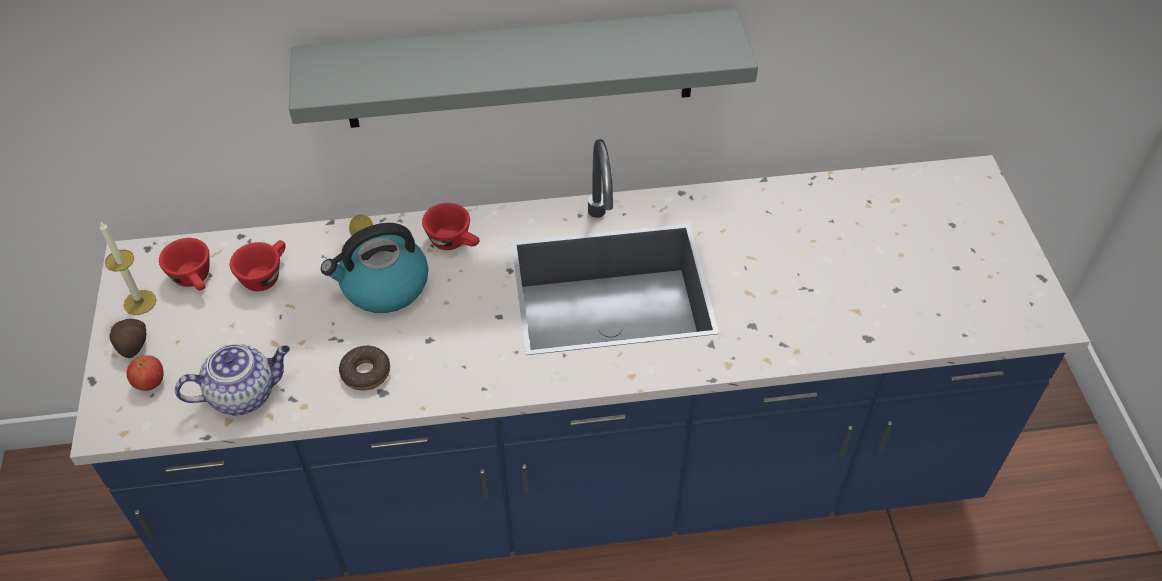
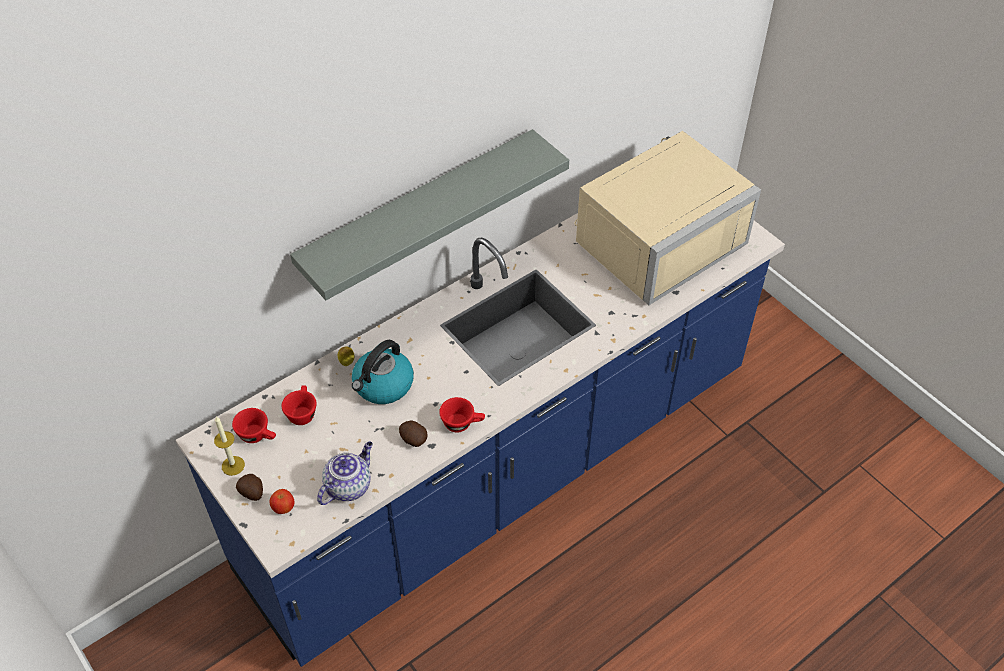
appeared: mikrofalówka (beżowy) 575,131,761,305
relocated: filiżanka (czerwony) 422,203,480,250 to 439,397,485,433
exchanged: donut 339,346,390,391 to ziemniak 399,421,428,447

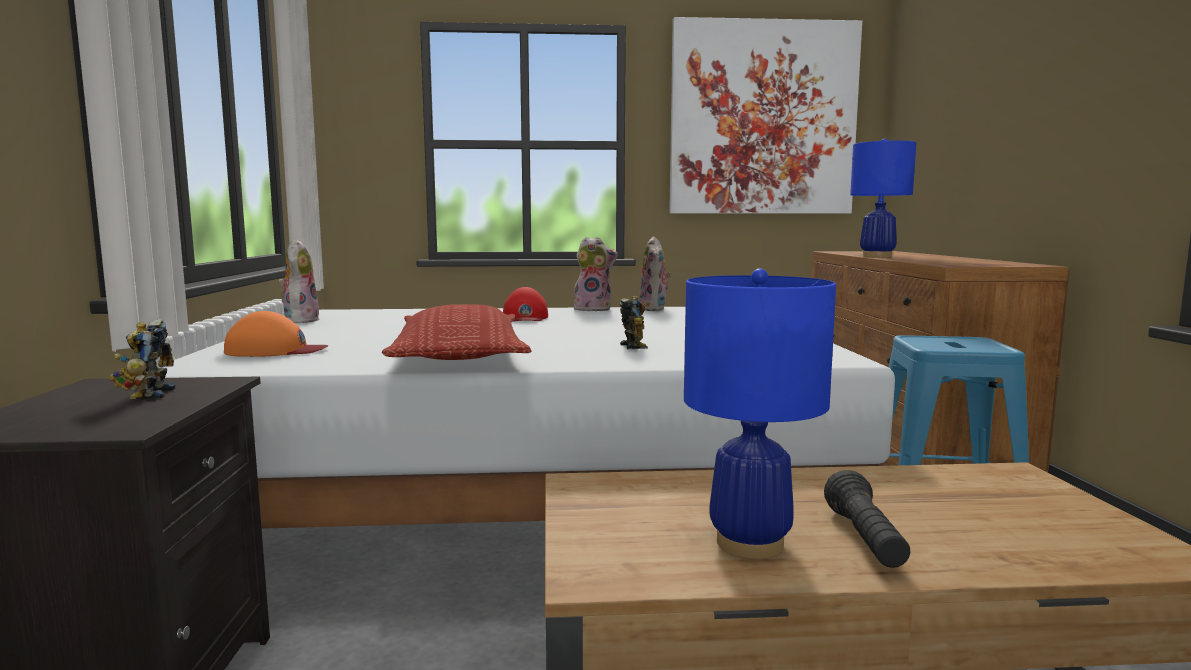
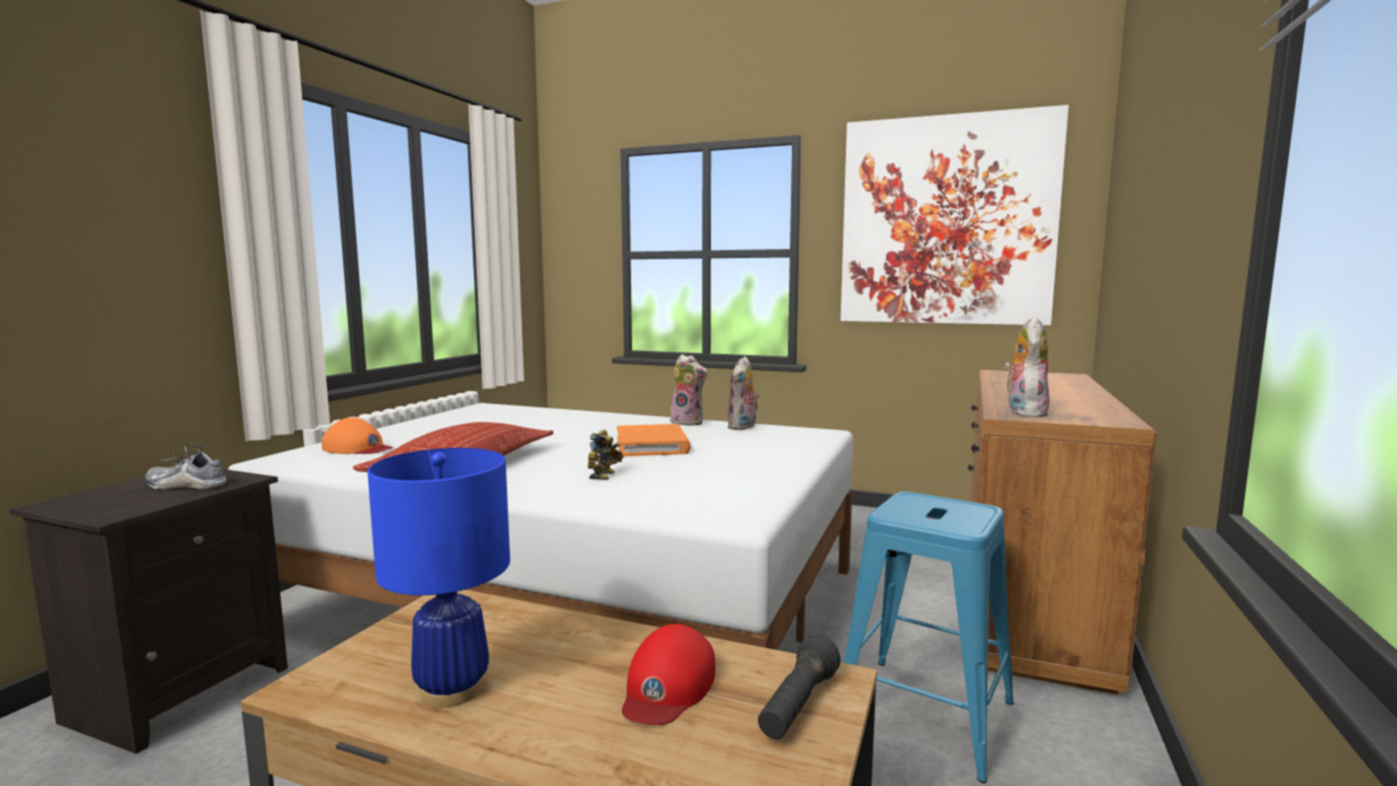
missing: lampa stołowa (niebieski) 850,138,916,257
appeared: książka (pomarańczowy) 617,424,691,456
relocated: pluszak 278,239,319,323 to 1004,316,1050,418; czapka z daszkiem (czerwony) 503,287,548,322 to 622,624,715,725; latarka (czarny) 824,470,910,568 to 758,634,841,739
exchanged: robot zabawkowy 110,319,175,399 to but 145,444,227,489

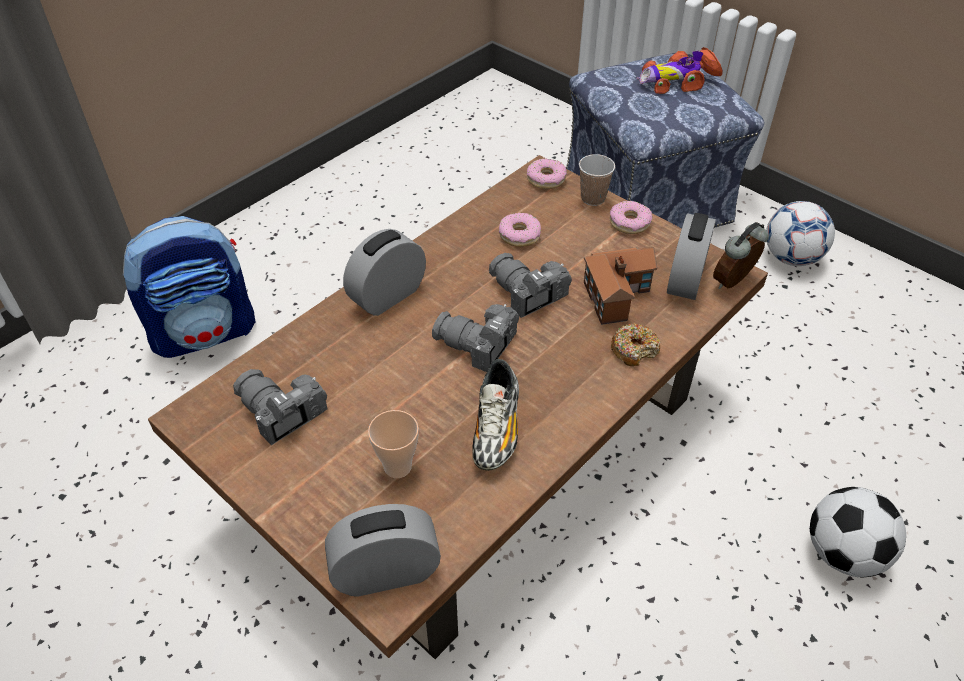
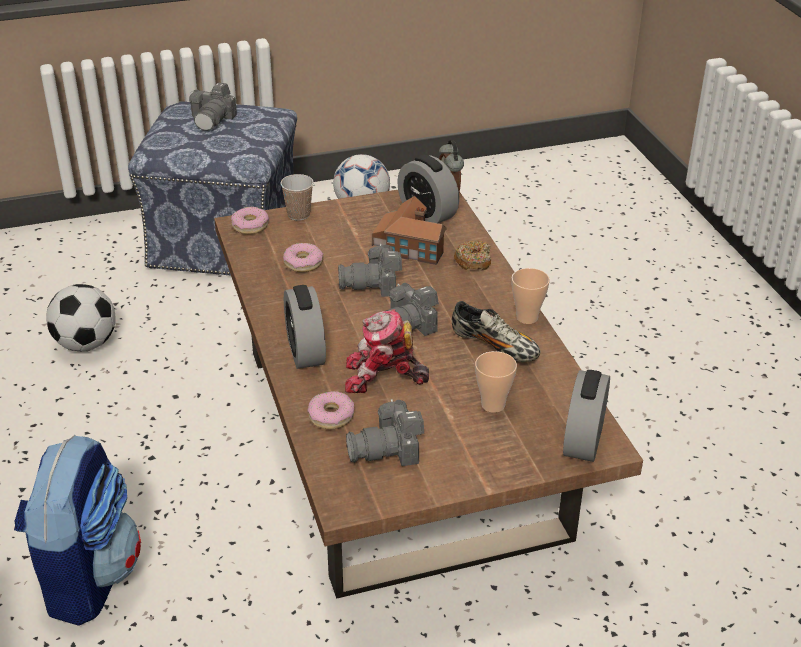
appeared: filiżanka 511,268,550,324; robot zabawkowy 345,309,429,393
relocated: donut 610,201,653,234 to 307,391,354,429; piłka futbolowa 810,487,906,577 to 46,284,116,351
exchanged: samochodzik 637,47,723,94 to aparat fotograficzny 189,83,237,131

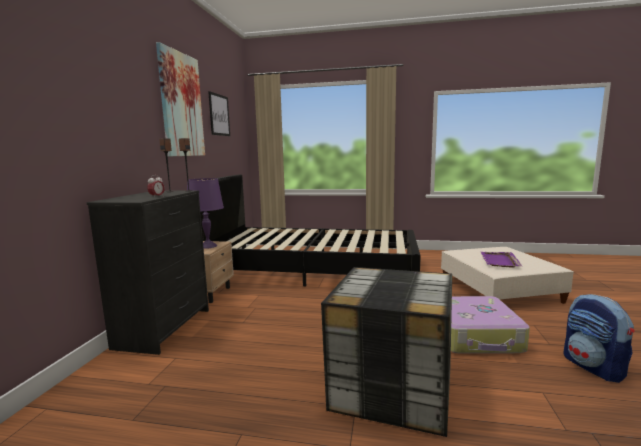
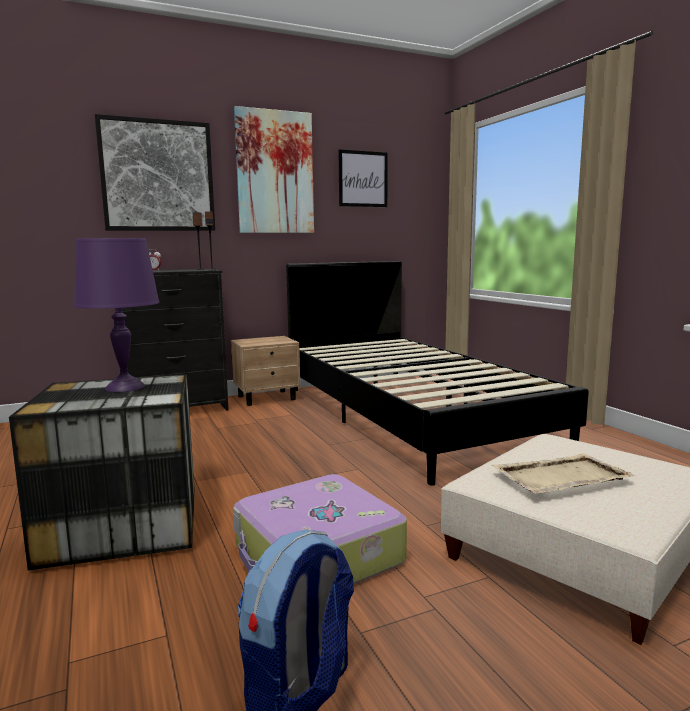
appeared: obraz 95,114,215,231
relocated: lampa stołowa (fioletowy) 187,178,224,249 to 74,238,160,392
colour: taca (fioletowy) 481,252,522,267 to taca (beżowy) 491,453,635,494

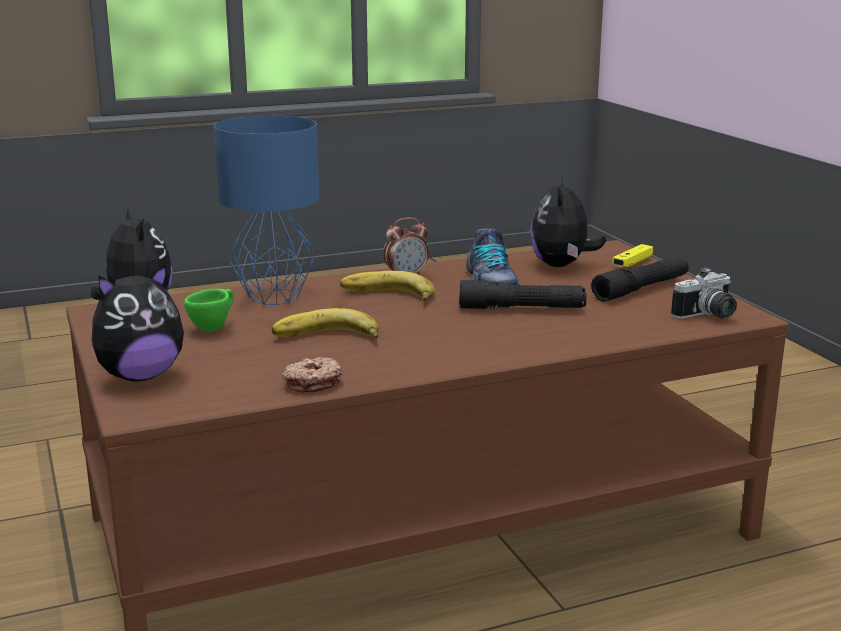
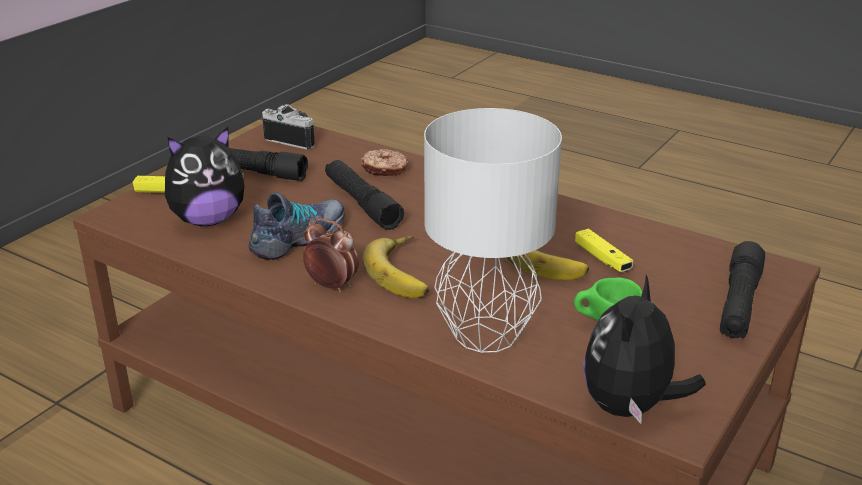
appeared: pad do gier (żółty) 575,229,633,272
relocated: donut 282,357,343,393 to 361,149,408,176
exchanged: pluszak 92,264,184,381 to latarka (czarny) 720,241,765,339
colour: lampa stołowa (niebieski) 214,116,319,305 to lampa stołowa (szary) 424,108,562,353

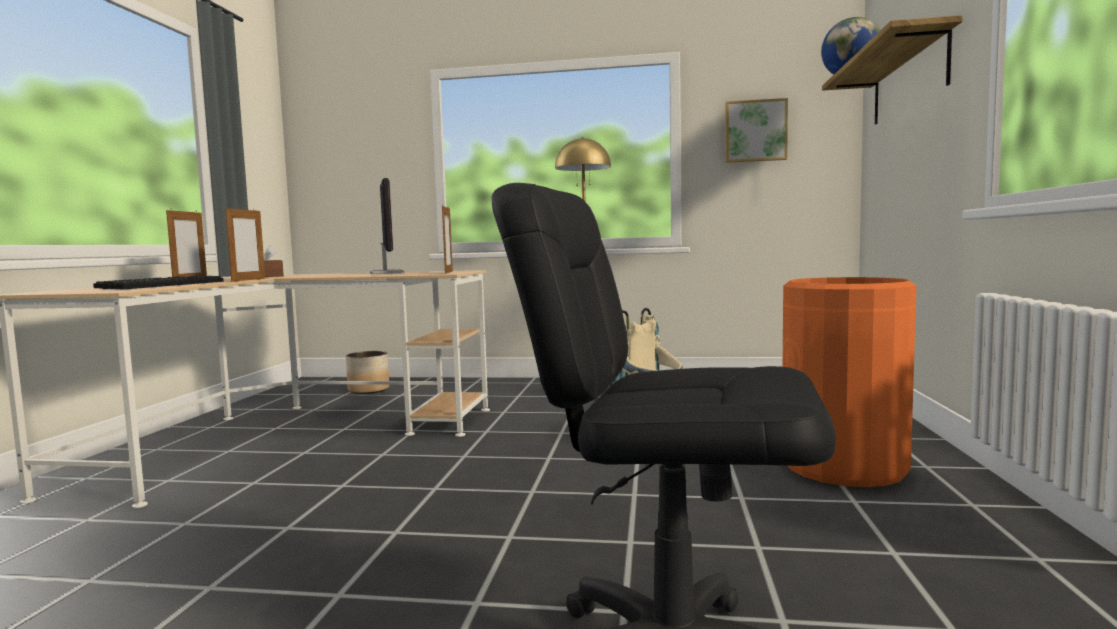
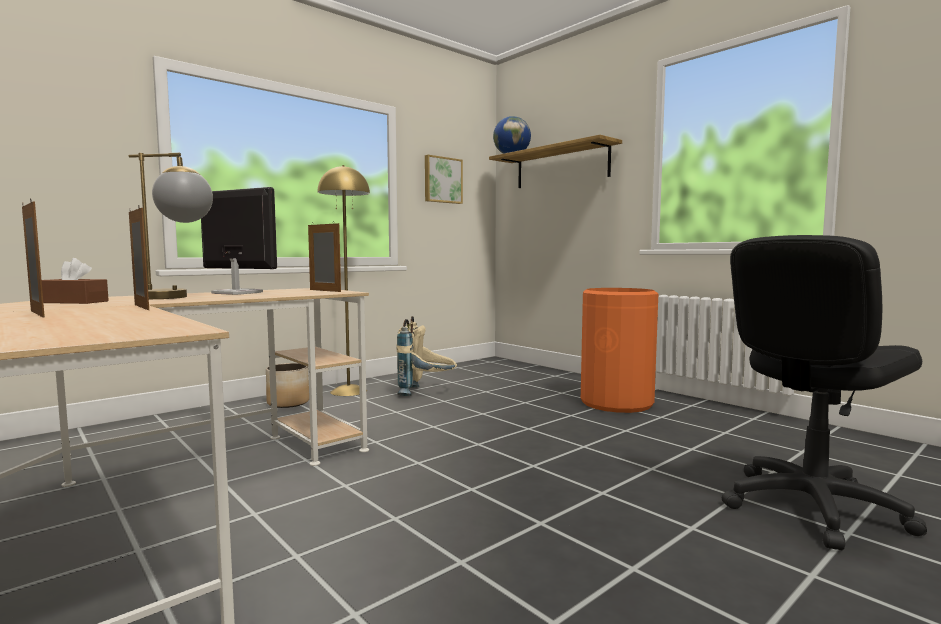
missing: klawiatura 93,275,223,289
appeared: lampa stołowa 128,153,213,299
relocated: donica 346,351,389,394 to 266,363,309,408

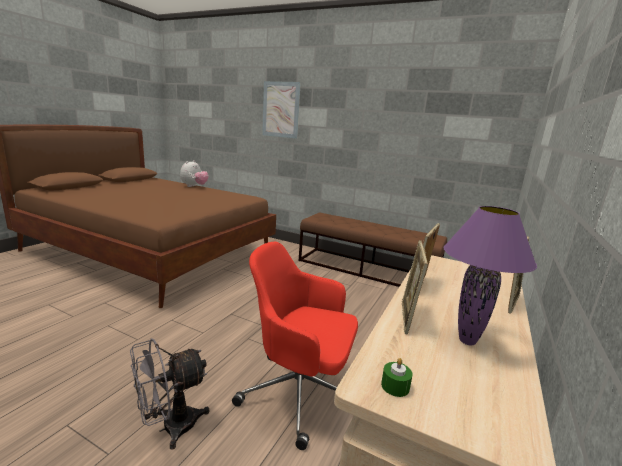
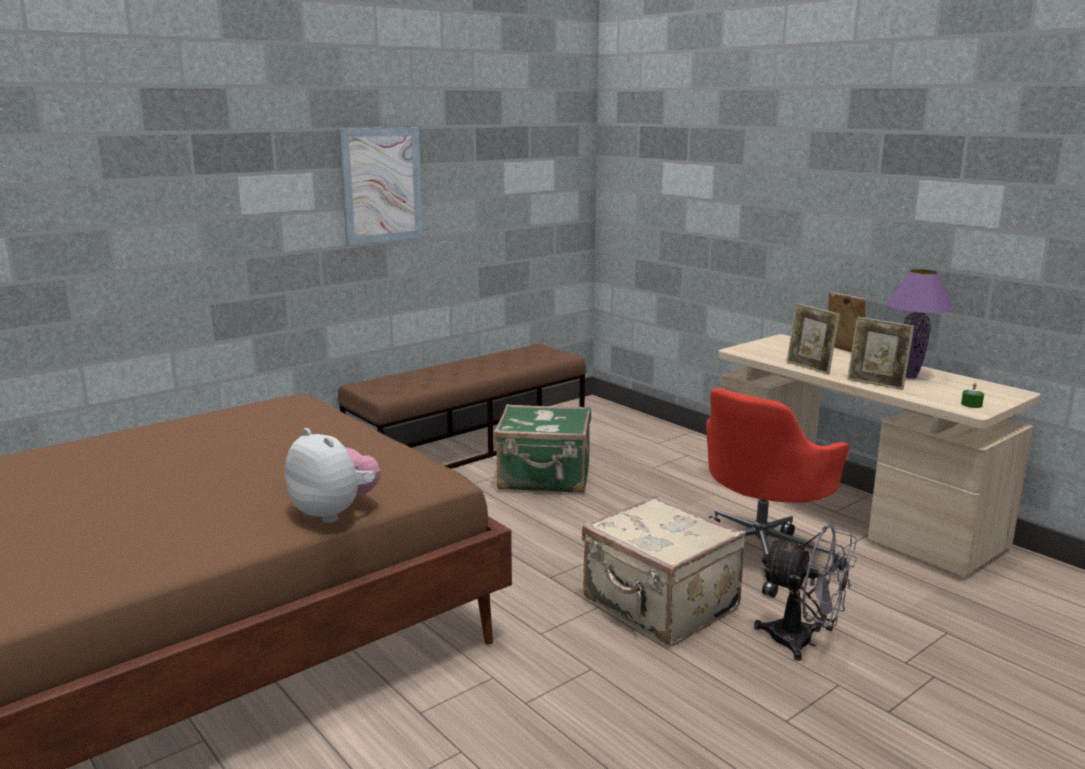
appeared: walizka (zielony) 494,404,591,493; walizka (beżowy) 582,495,746,646
relocated: obraz 262,81,301,139 to 339,127,423,246; pluszak 180,160,209,187 to 285,428,381,523
spun: wentylator (szary) 130,338,209,450 = 754,525,857,661 45 degrees counterclockwise

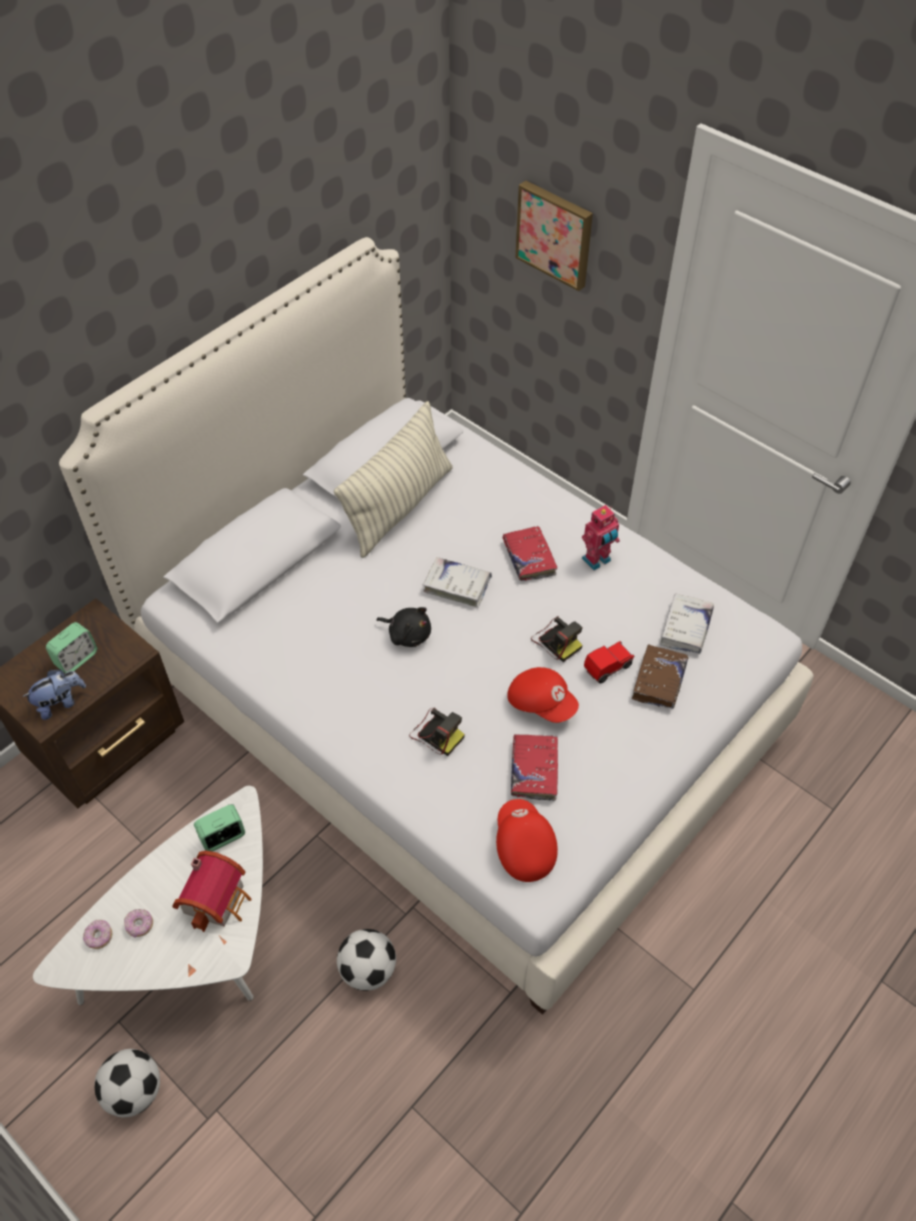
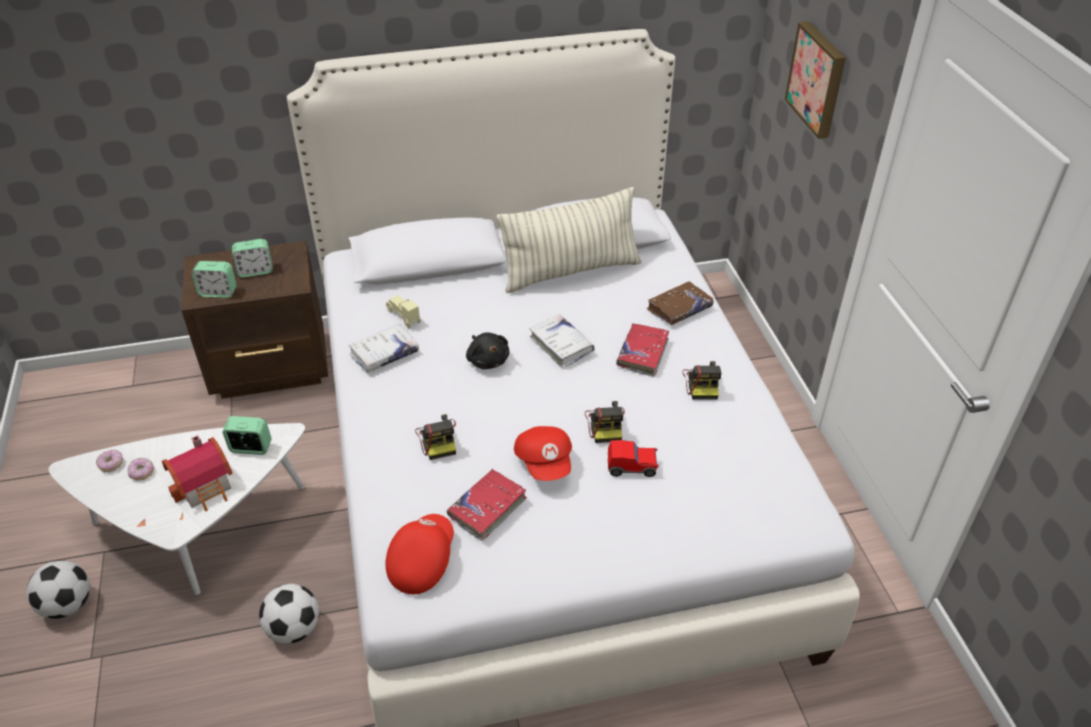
appeared: samochodzik (beżowy) 386,295,421,328
relocated: książka (biały) 660,593,714,654 to 349,325,419,372; książka (brązowy) 632,645,688,709 to 647,281,713,325
exchanged: robot zabawkowy 582,505,620,570 to aparat fotograficzny 683,361,721,400; pluszak 22,669,86,720 to budzik 192,261,237,298

